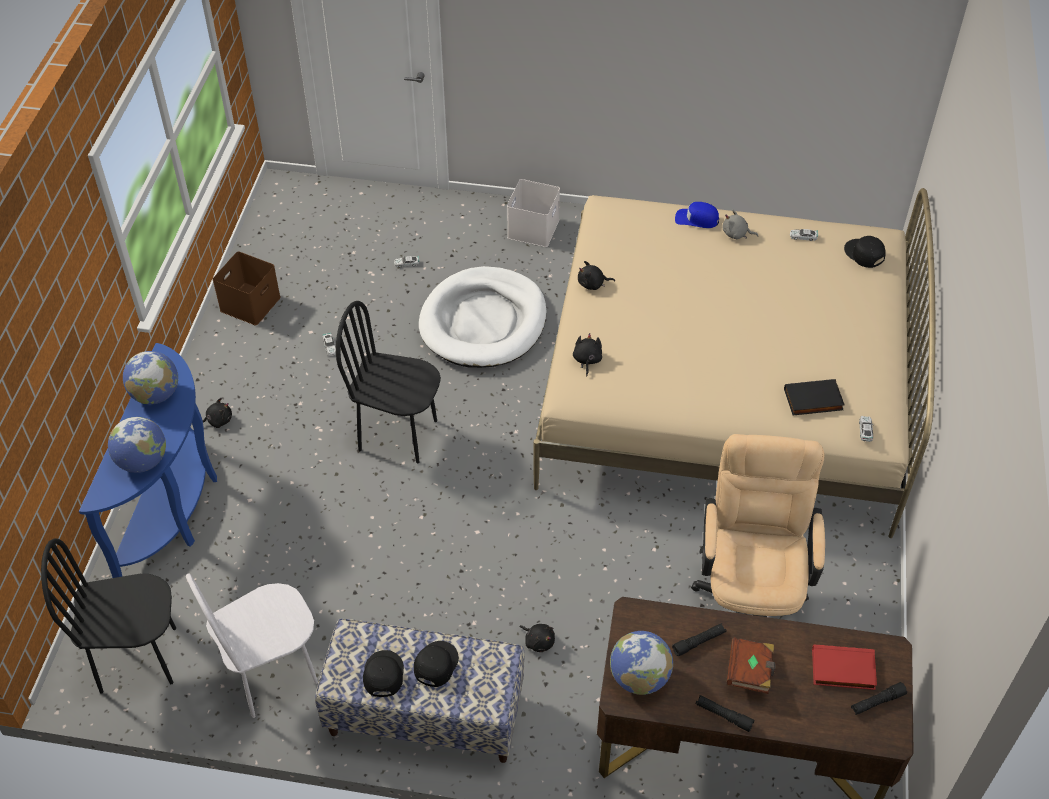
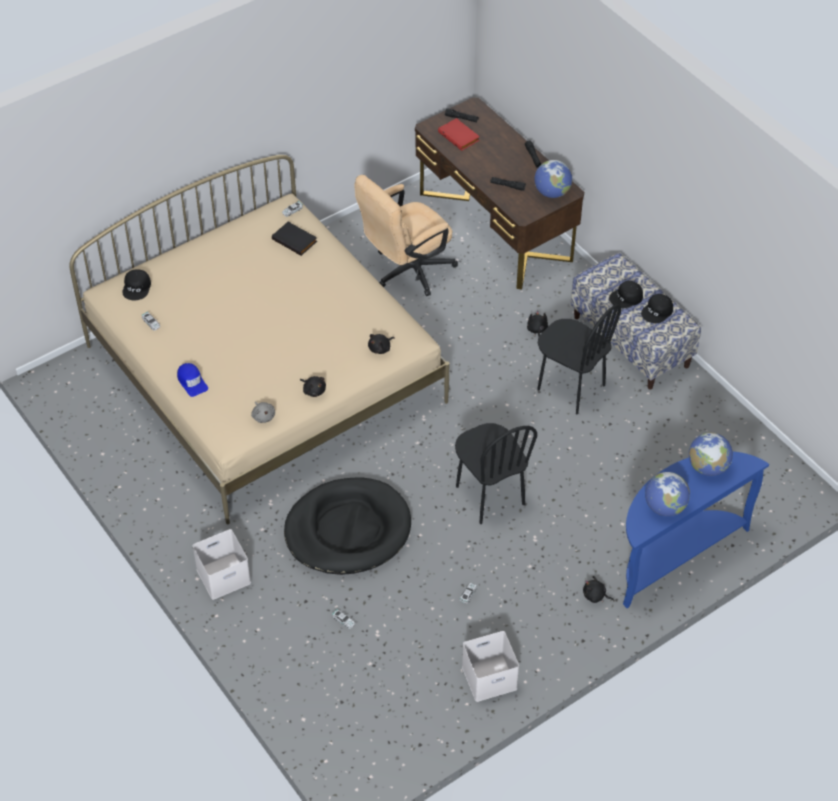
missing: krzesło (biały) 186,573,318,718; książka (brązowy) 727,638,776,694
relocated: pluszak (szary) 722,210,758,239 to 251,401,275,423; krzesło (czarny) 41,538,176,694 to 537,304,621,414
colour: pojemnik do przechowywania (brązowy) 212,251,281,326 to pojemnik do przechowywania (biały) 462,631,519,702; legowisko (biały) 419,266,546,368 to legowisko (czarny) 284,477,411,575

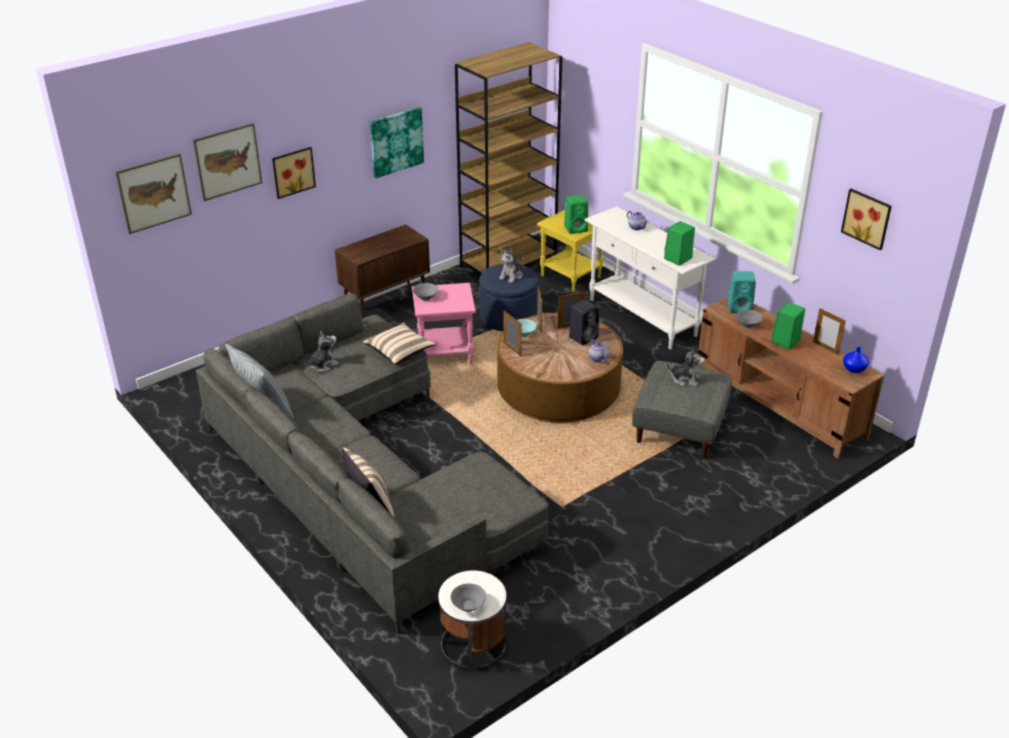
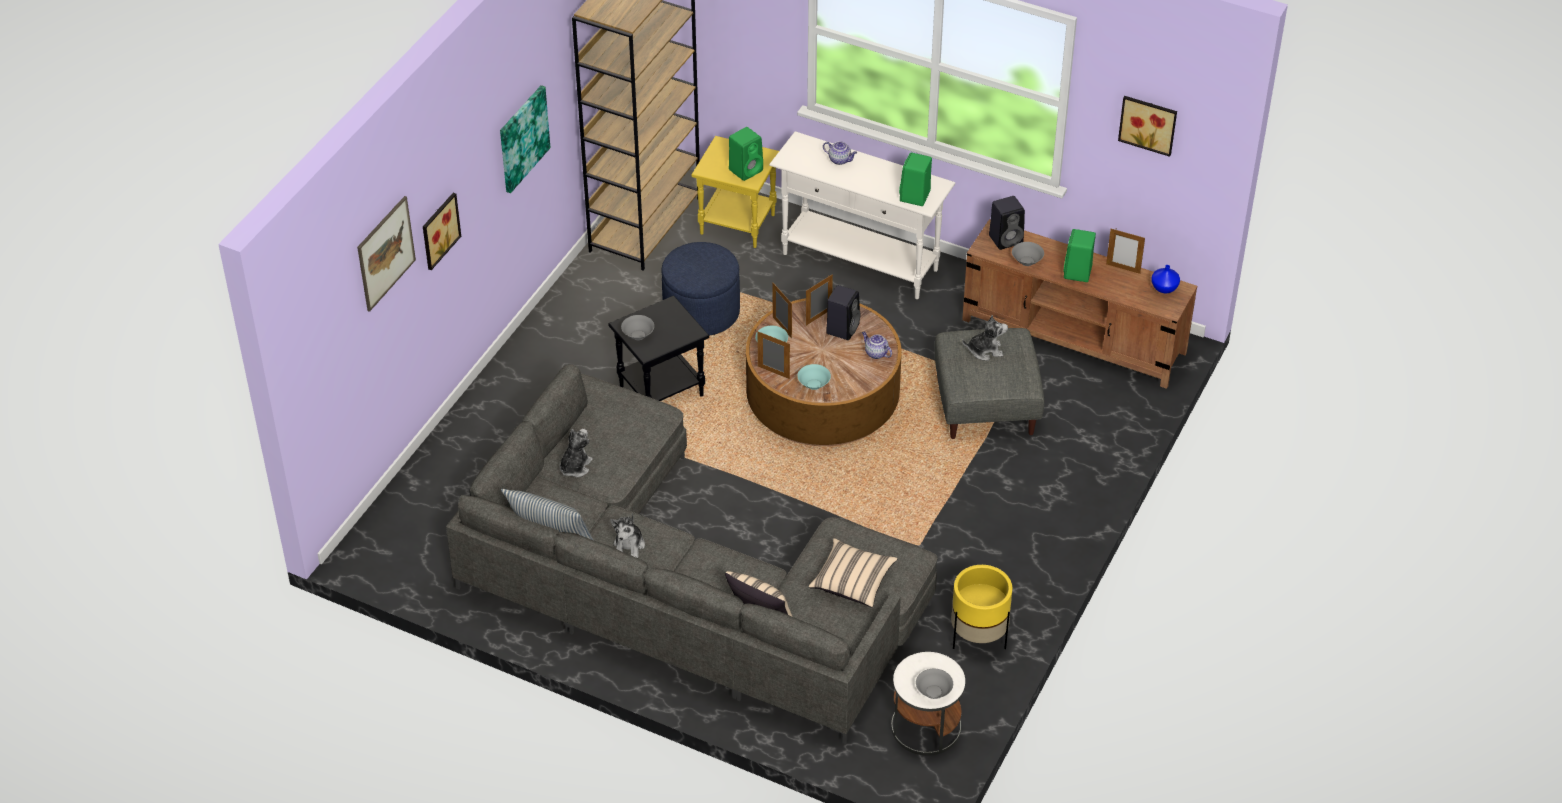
missing: obraz 115,153,192,234; szafka (brązowy) 335,224,430,318
appeared: miska (turkusowy) 797,364,831,390; donica (żółty) 951,565,1012,649
relocated: pluszak 499,248,523,283 to 610,514,645,558; poduszka (beżowy) 363,323,436,364 to 809,538,897,607
colour: głośnik (turkusowy) 728,271,756,313 to głośnik (czarny) 989,196,1025,250; stolik (różowy) 412,283,476,365 to stolik (czarny) 608,296,709,401

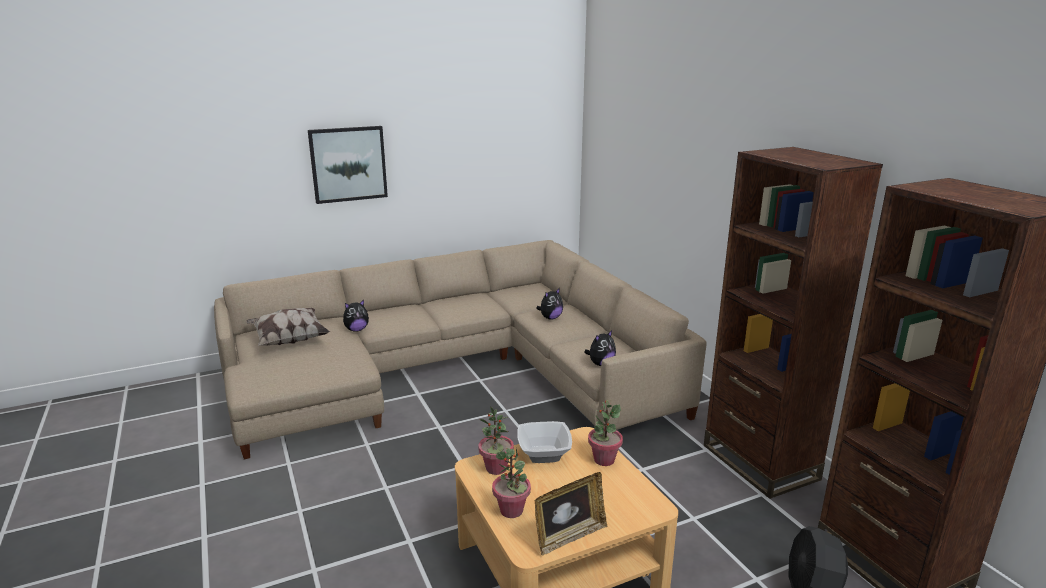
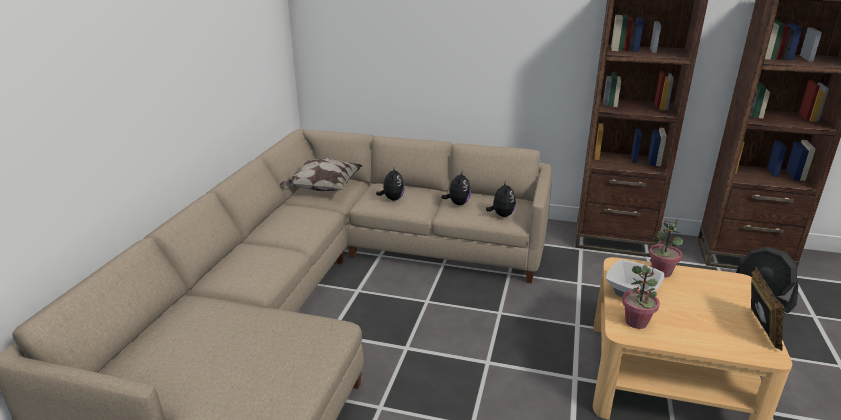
missing: obraz 308,126,388,204; roślina doniczkowa 492,448,531,518
relocated: pluszak 343,300,369,332 to 441,170,471,205; poduszka 246,308,330,346 to 280,158,363,191

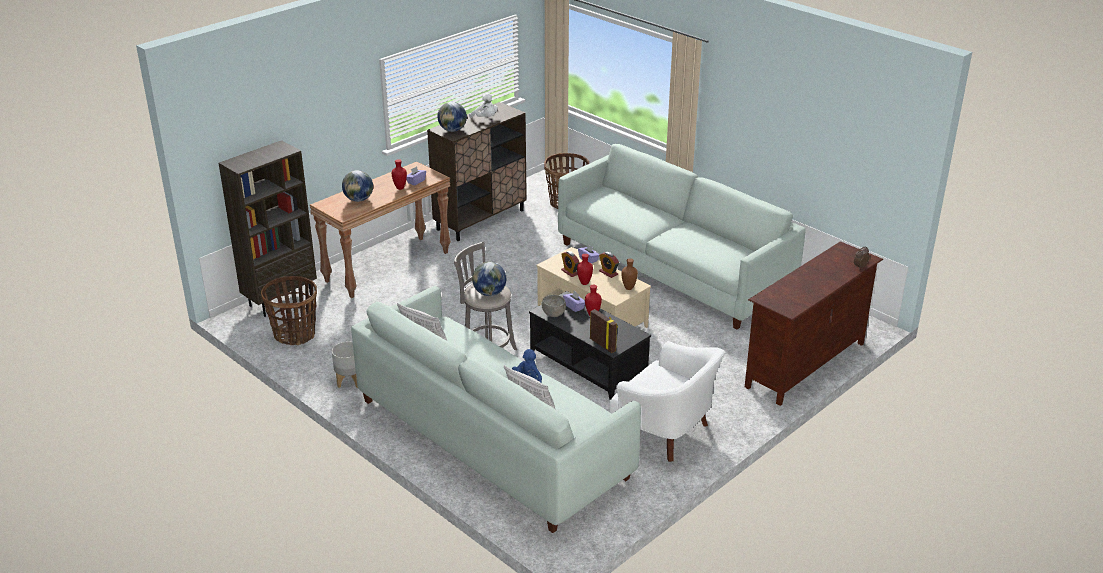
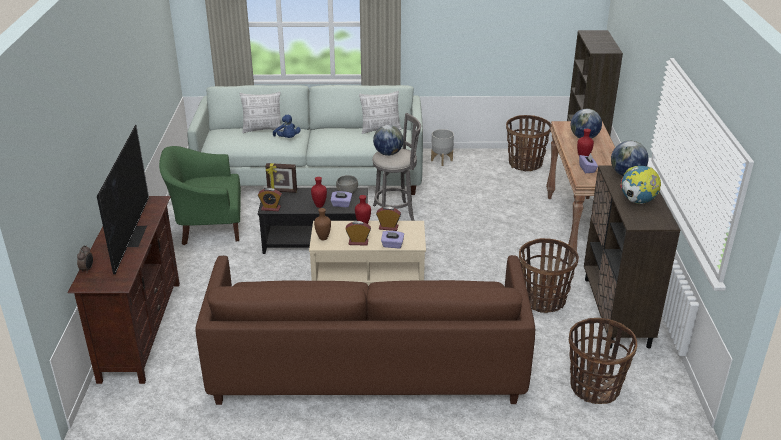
appeared: telewizor 97,125,149,274; budzik 258,188,282,211; koszyk 519,238,579,313
exchanged: pluszak (biały) 469,93,498,118 to globus 620,166,661,204
colour: kanapa (biały) 558,144,806,329 to kanapa (brązowy) 196,255,535,405; fotel (biały) 609,341,725,462 to fotel (zielony) 159,146,241,245

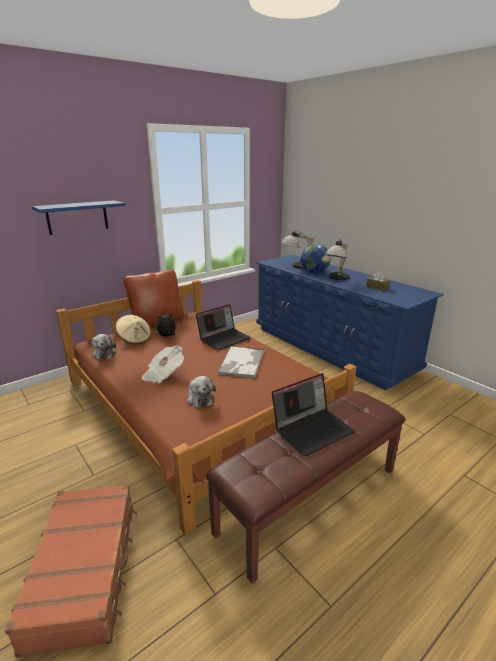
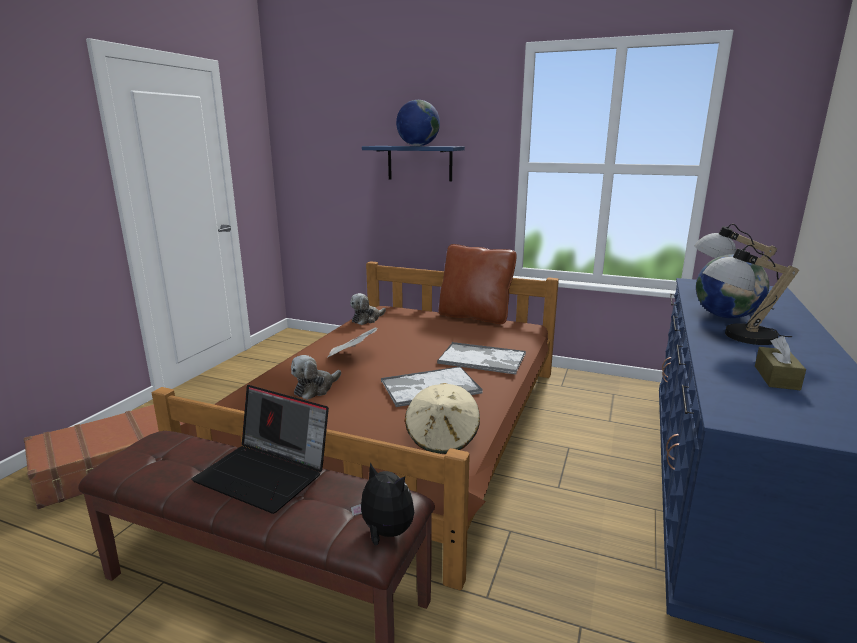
appeared: globus 396,100,440,146
relocated: pluszak 157,313,176,337 to 351,463,414,545; kapelusz (beżowy) 116,315,151,344 to 405,383,480,454
exchanged: laptop 196,304,251,350 to taca 437,342,526,375

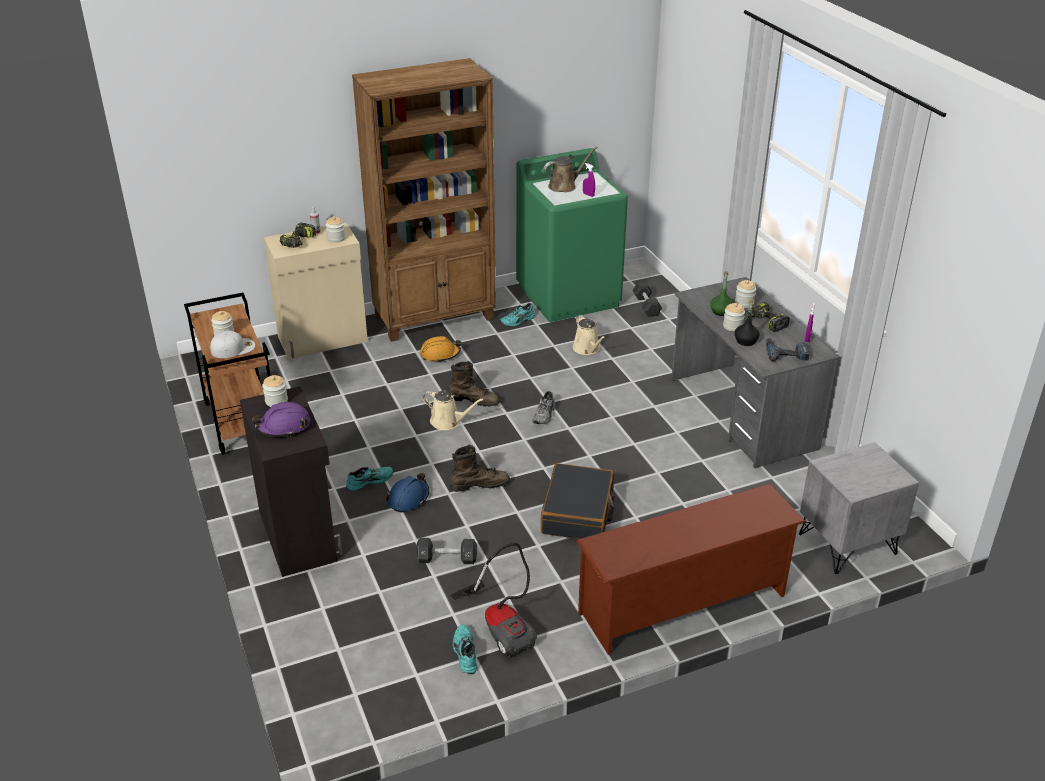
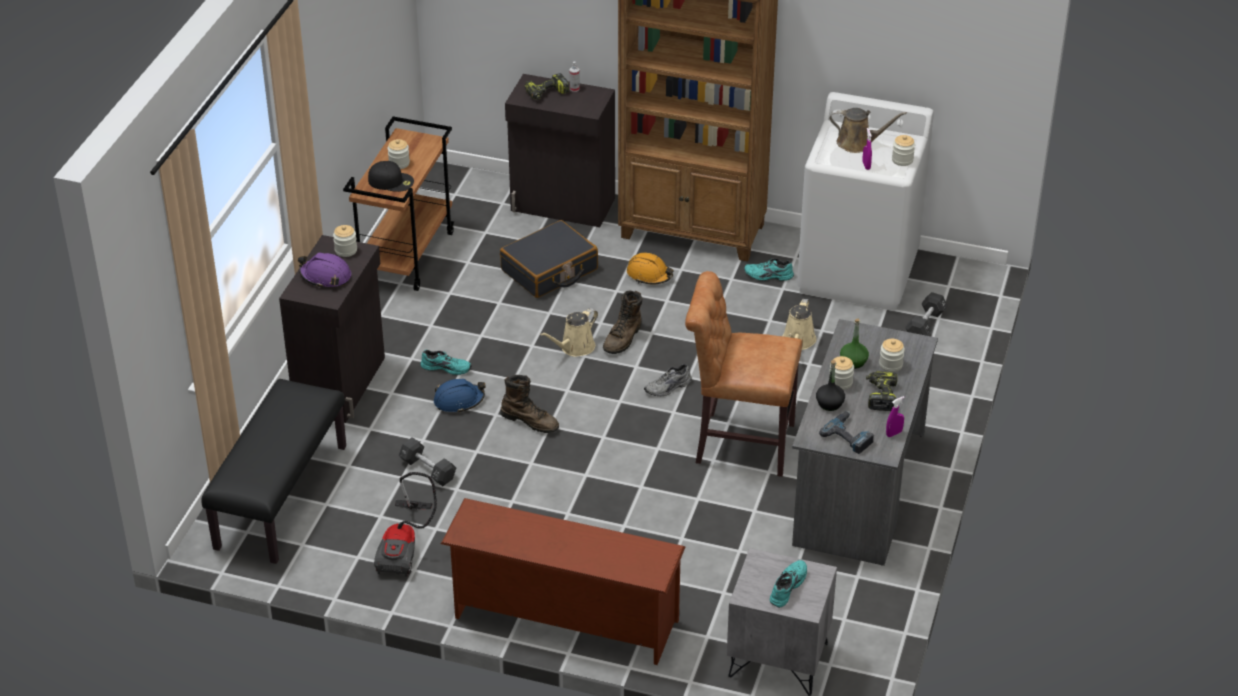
appeared: krzesło (brązowy) 685,271,802,477; ławka (czarny) 201,379,346,564
relocated: słoik 325,216,345,243 to 892,135,915,166; walizka (czarny) 541,463,614,539 to 500,220,598,298; but (turkusowy) 453,625,477,674 to 770,560,807,608
colour: pralka (zielony) 516,148,628,322 to pralka (biały) 797,92,934,311; szafka (beżowy) 263,222,368,359 to szafka (czarny) 505,74,615,227; czapka z daszkiem (biały) 210,330,255,358 to czapka z daszkiem (czarny) 368,161,414,192
spun: but z cholewką (brązowy) 449,361,500,406 = 603,291,642,354 60 degrees clockwise; konewka (beżowy) 422,391,484,430 = 540,308,598,357 75 degrees clockwise

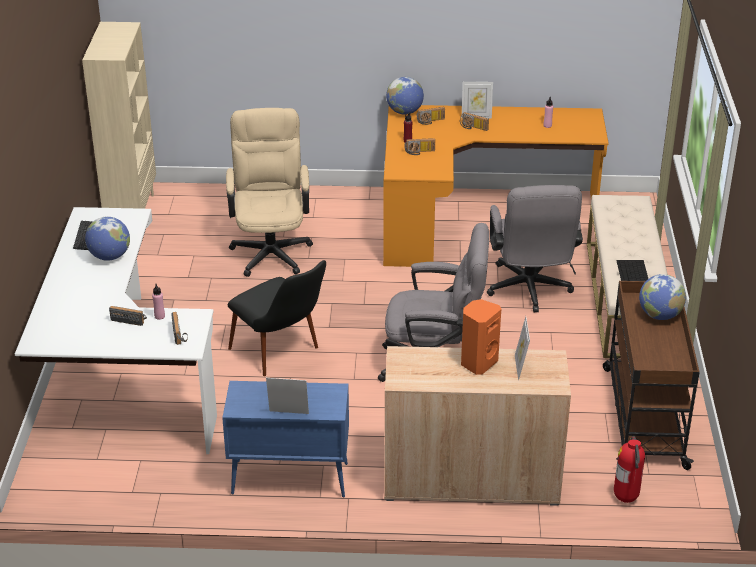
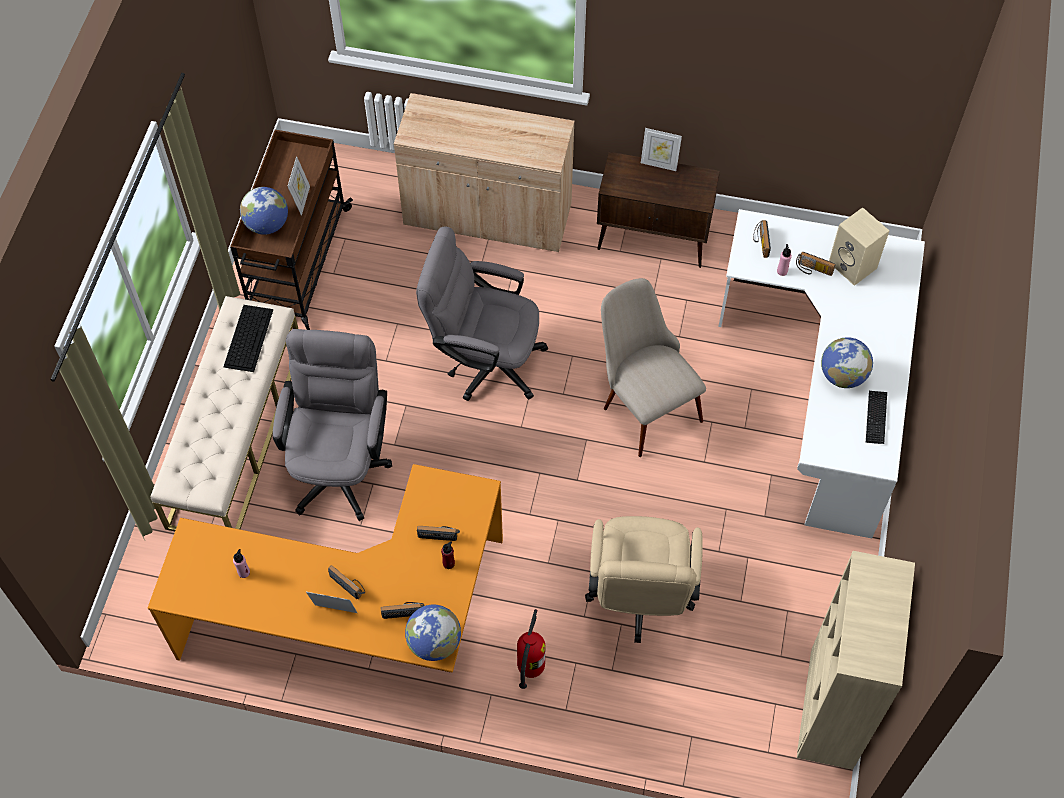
missing: głośnik (pomarańczowy) 461,299,501,375
appeared: głośnik (beżowy) 829,207,889,286
relocated: ramka na zdjęcie 515,316,530,380 to 288,156,310,216; gaśnica 614,436,645,503 to 517,609,545,689
colour: krzesło (czarny) 228,260,326,376 to krzesło (beżowy) 601,278,706,457; szafka (niebieski) 222,381,349,498 to szafka (brązowy) 597,152,720,268

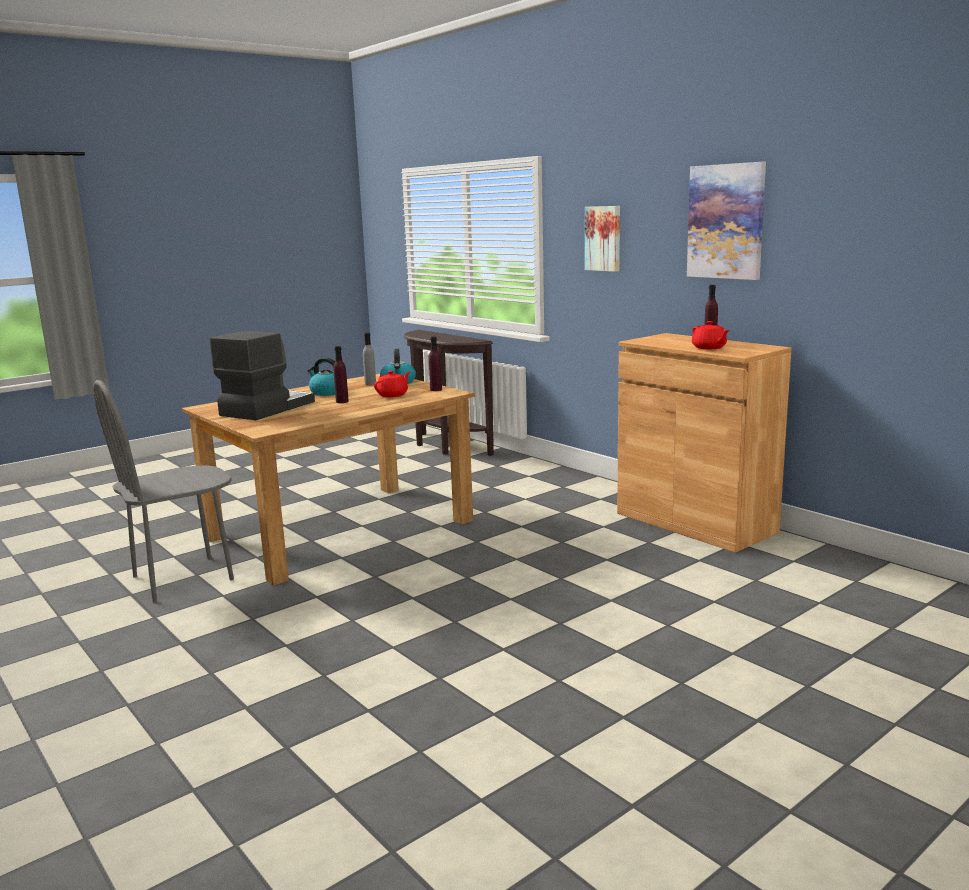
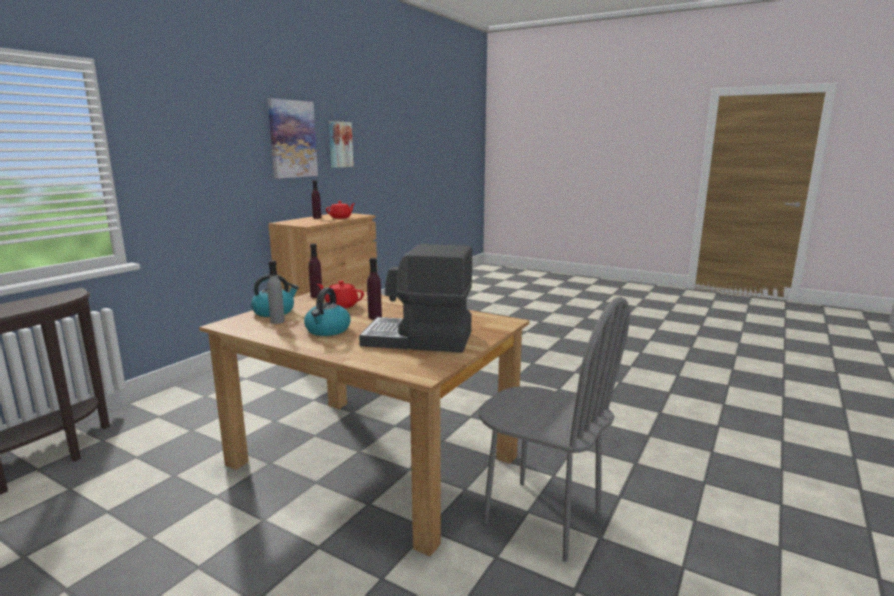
relocated: obraz 585,206,620,272 to 329,121,354,168

